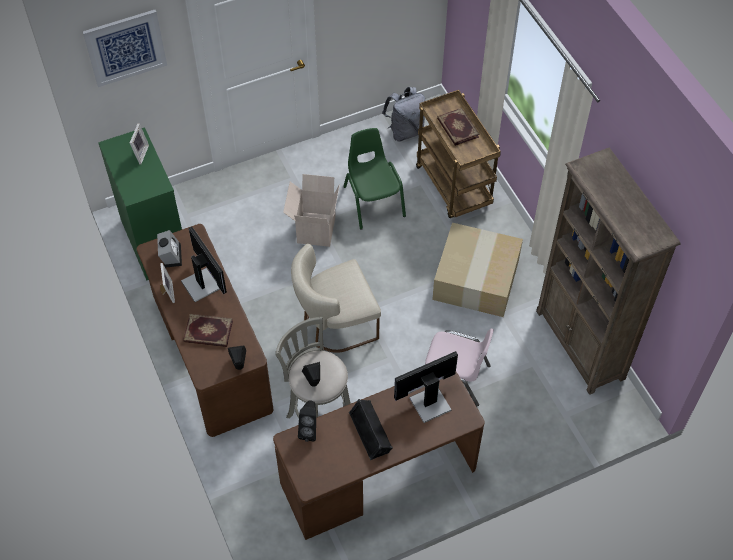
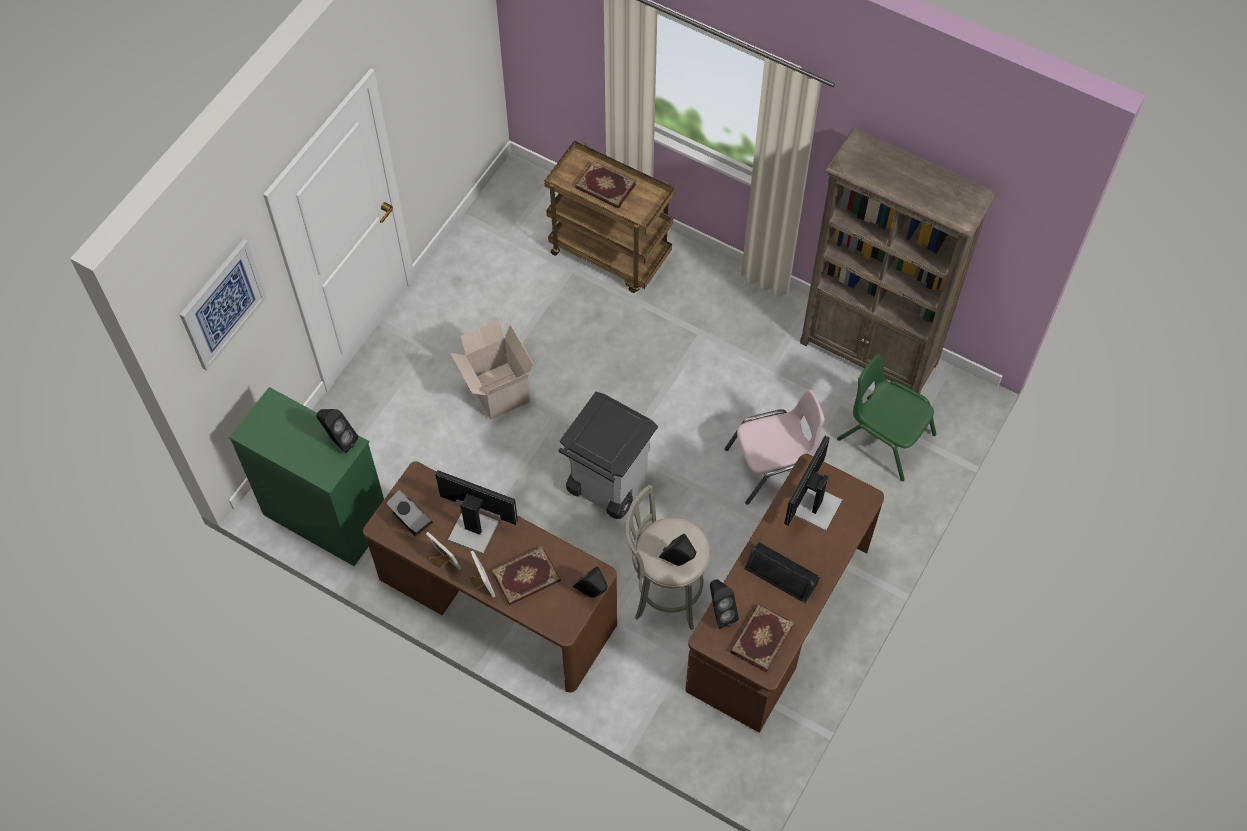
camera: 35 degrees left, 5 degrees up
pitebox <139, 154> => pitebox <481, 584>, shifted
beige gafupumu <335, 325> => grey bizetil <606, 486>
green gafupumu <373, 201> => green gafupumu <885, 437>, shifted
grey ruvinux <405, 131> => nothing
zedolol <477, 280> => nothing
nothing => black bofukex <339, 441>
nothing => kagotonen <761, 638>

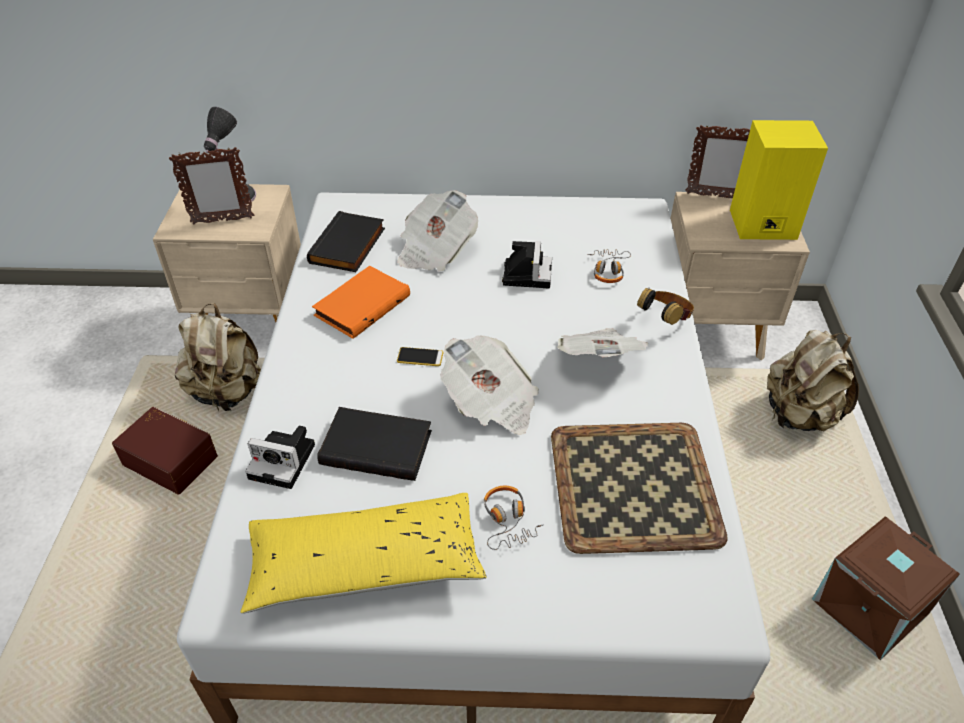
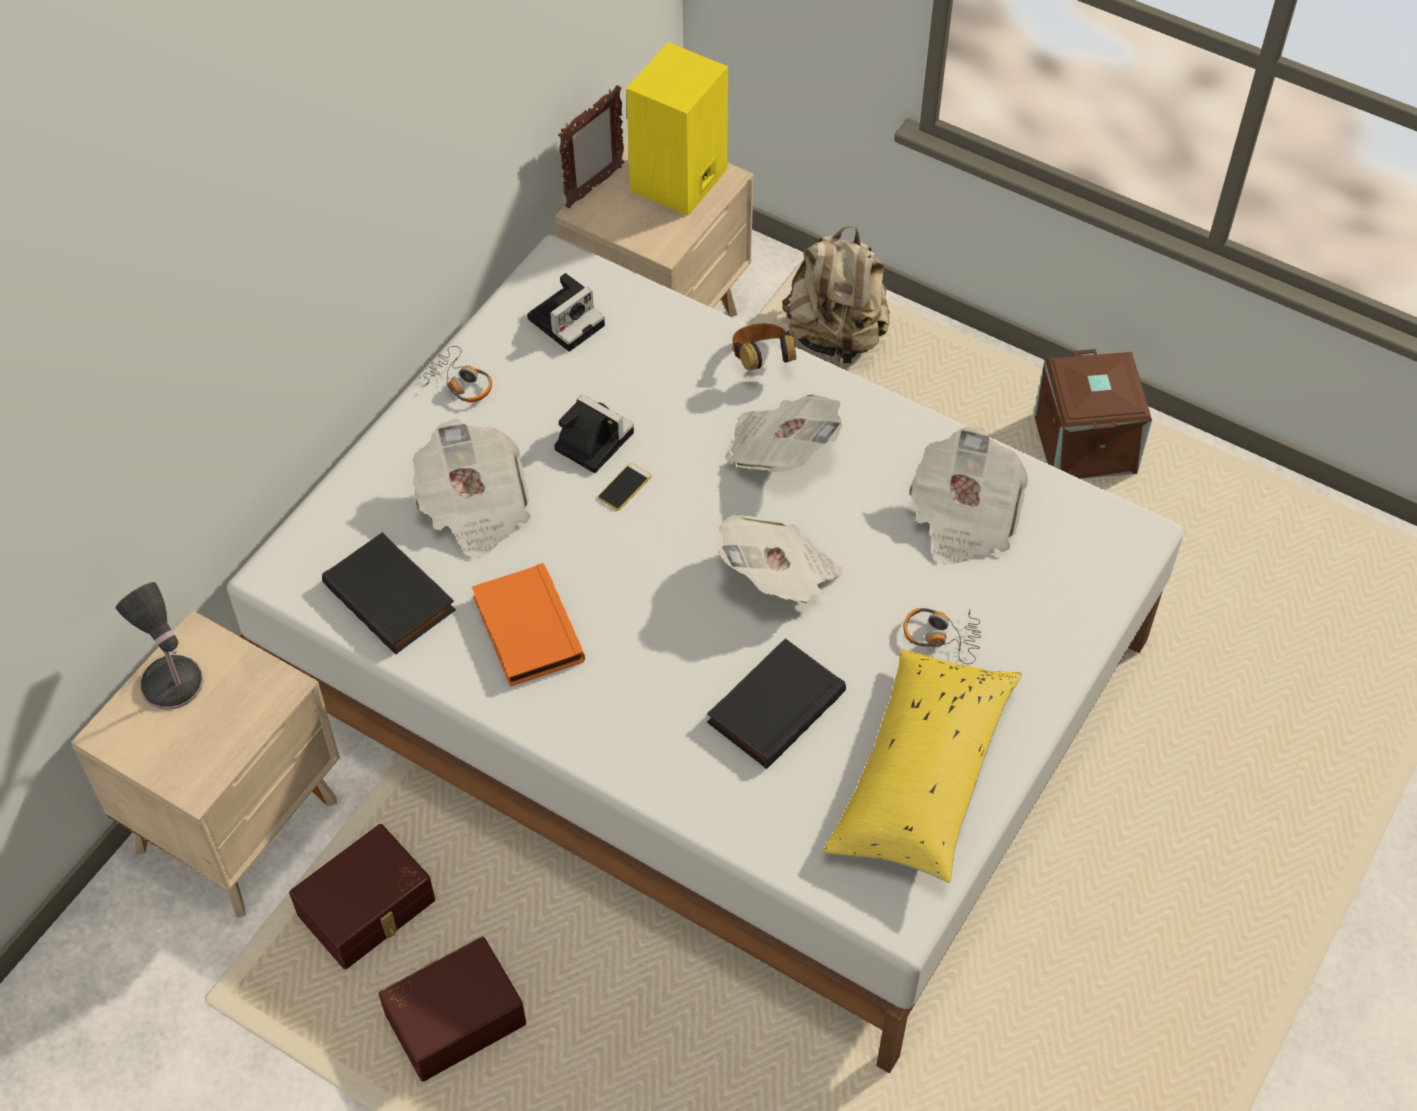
camera: 60 degrees left, 10 degrees up
pitebox <222, 220> => nothing
beige ruvinux <227, 392> => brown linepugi <369, 910>
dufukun <285, 461> => dufukun <567, 320>, shifted
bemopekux <420, 357> => bemopekux <624, 487>, shifted
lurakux <632, 487> => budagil <963, 518>
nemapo <608, 270> => nemapo <460, 383>, shifted

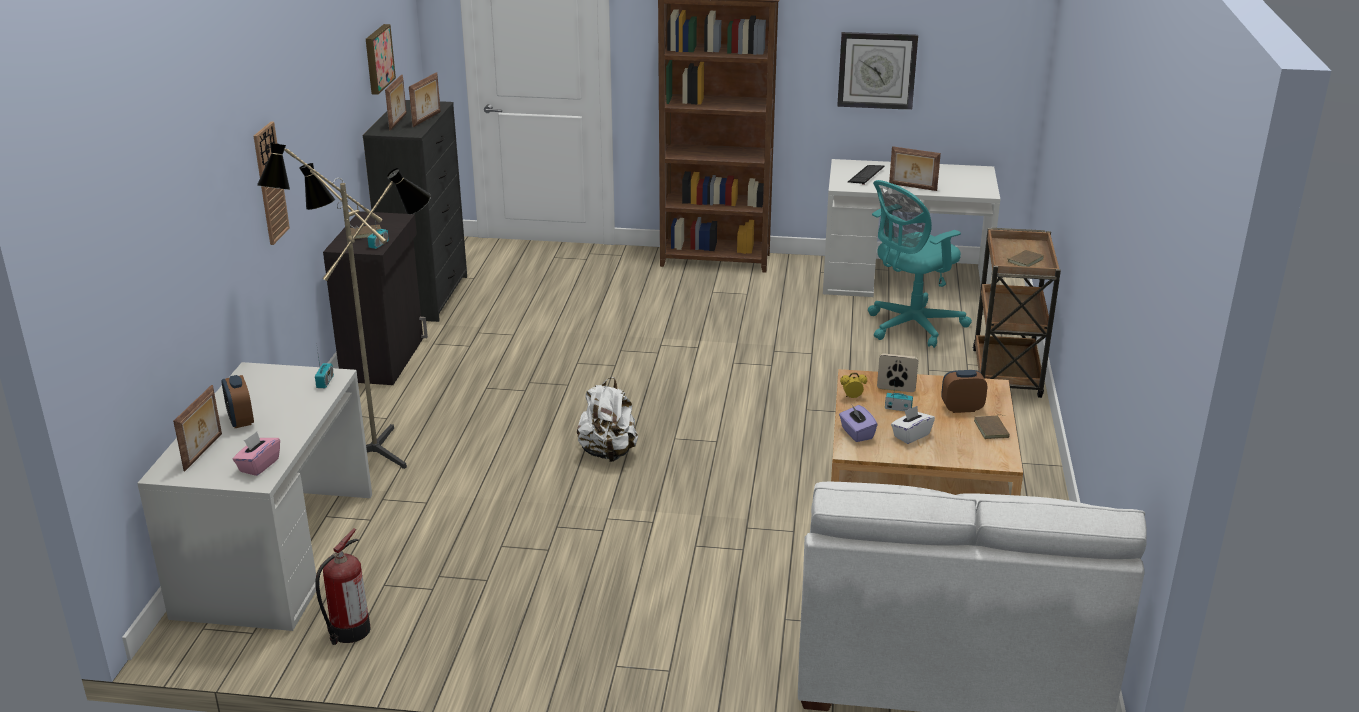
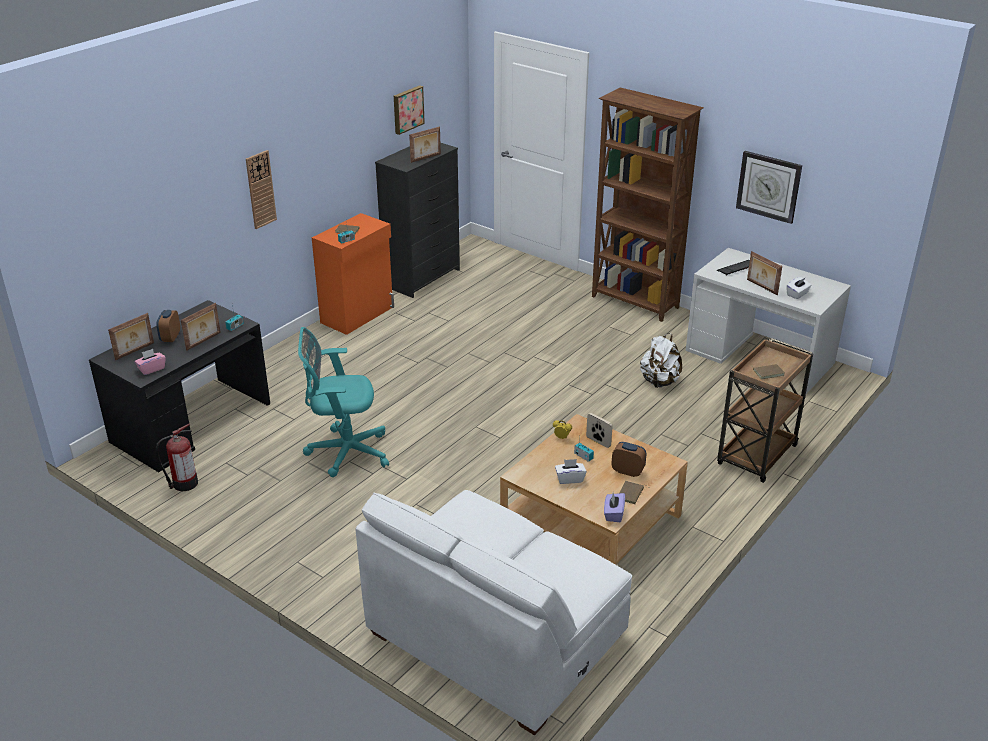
camera: 30 degrees right, 5 degrees up
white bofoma <276, 553> => black bofoma <191, 422>
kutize <373, 447> => nothing
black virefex <385, 359> => orange virefex <358, 315>
pitebox <398, 122> => pitebox <204, 341>, shifted
white ruvinux <608, 453> => white ruvinux <659, 381>, shifted
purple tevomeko <856, 433> => purple tevomeko <613, 514>, shifted
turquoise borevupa <910, 327> => turquoise borevupa <344, 452>, shifted
nothing => white tevomeko <797, 294>

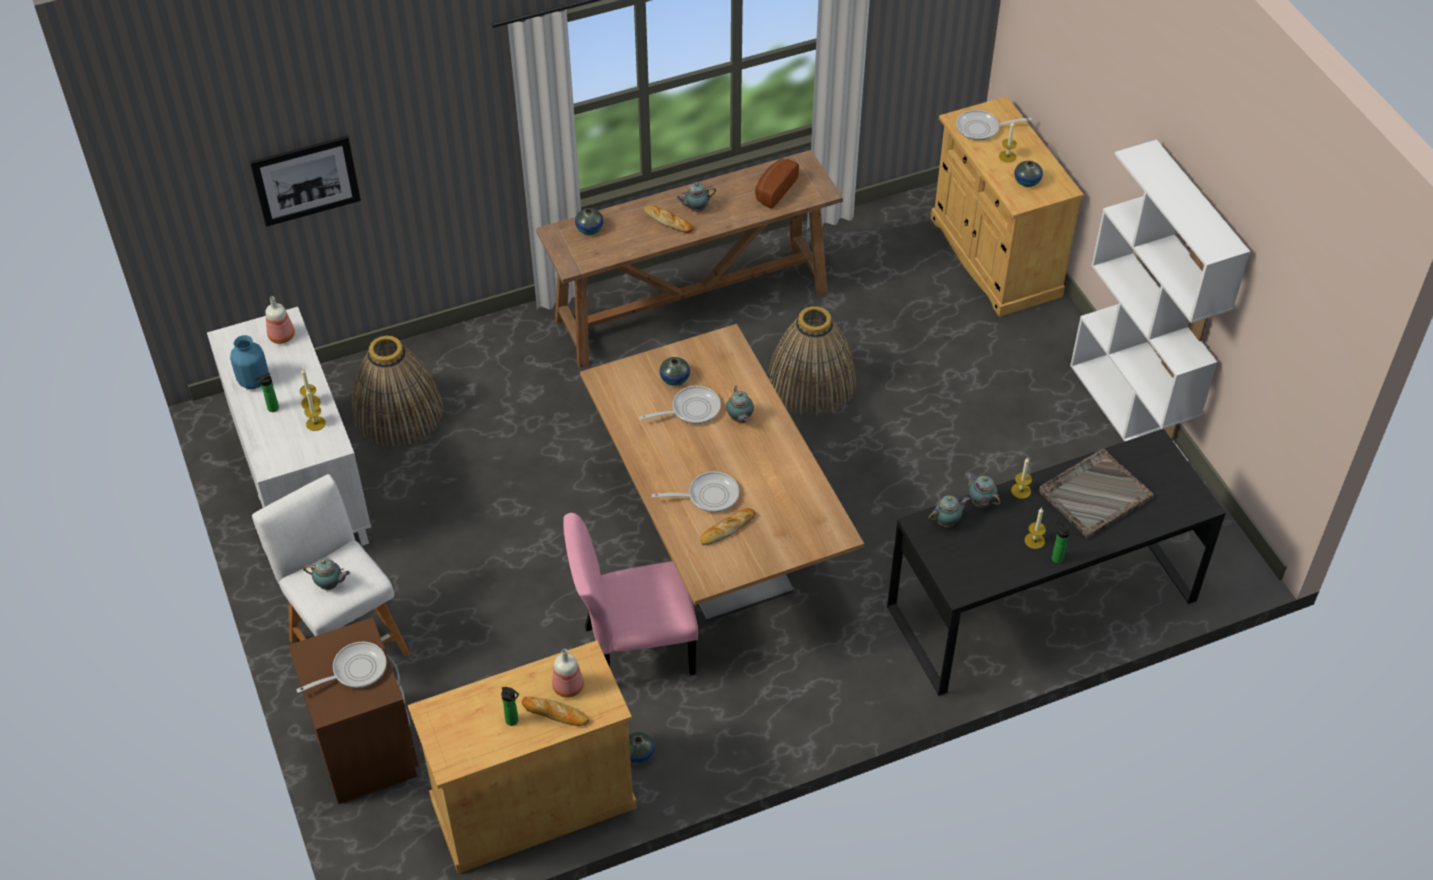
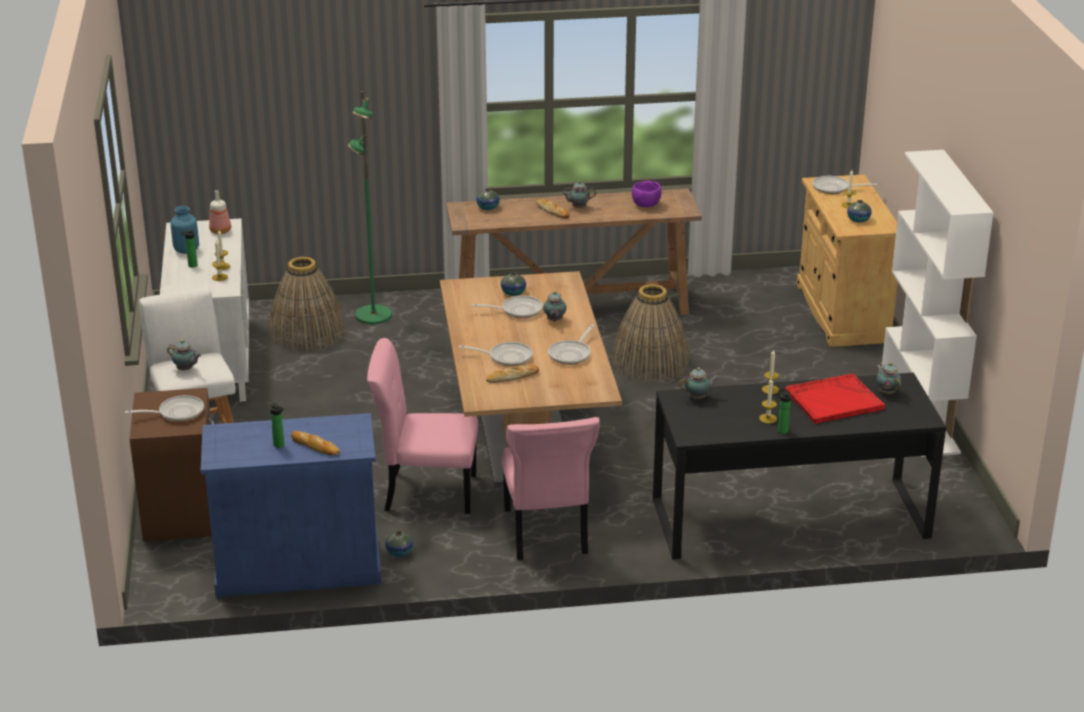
camera: 15 degrees right, 20 degrees down
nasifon <306, 180> => nothing
beige virefex <533, 803> => blue virefex <298, 566>
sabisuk <568, 686> => nothing
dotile <773, 190> => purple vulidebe <646, 205>
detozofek <980, 501> => detozofek <886, 392>, shifted
grey lurakux <1094, 495> => red lurakux <833, 400>
nothing => green kutize <372, 316>
nothing => pink gafupumu <546, 534>
nothing => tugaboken <571, 354>

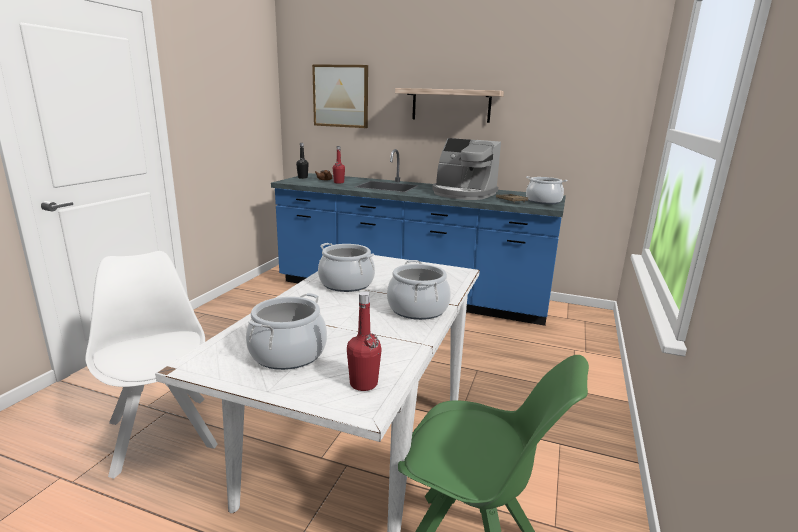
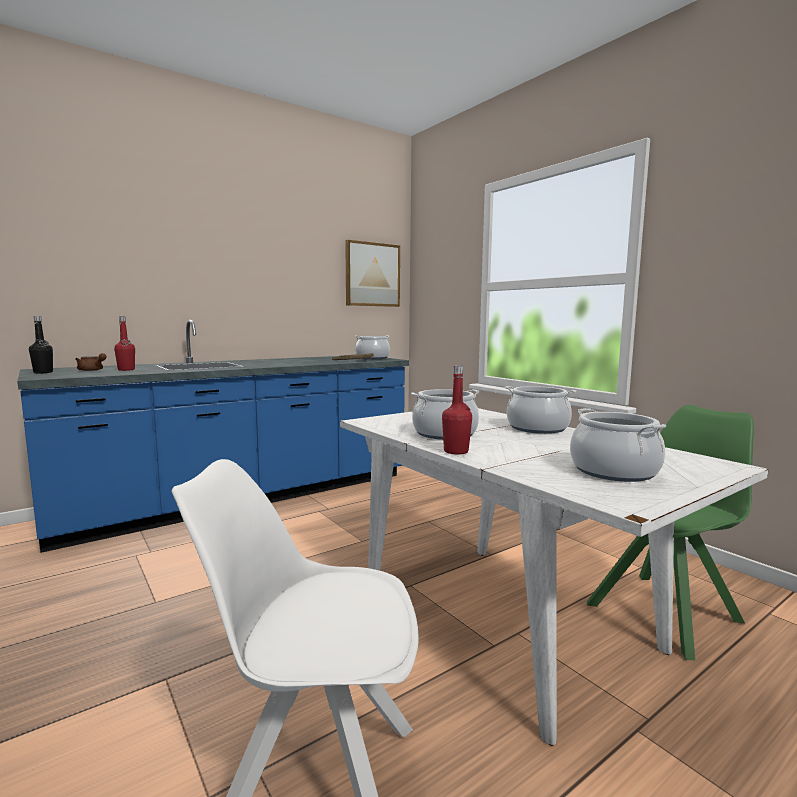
camera: 55 degrees left, 10 degrees down
nasifon <341, 96> => nasifon <372, 274>, shifted
red sabisuk <363, 384> => red sabisuk <456, 451>, shifted
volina <451, 105> => nothing
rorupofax <463, 194> => nothing

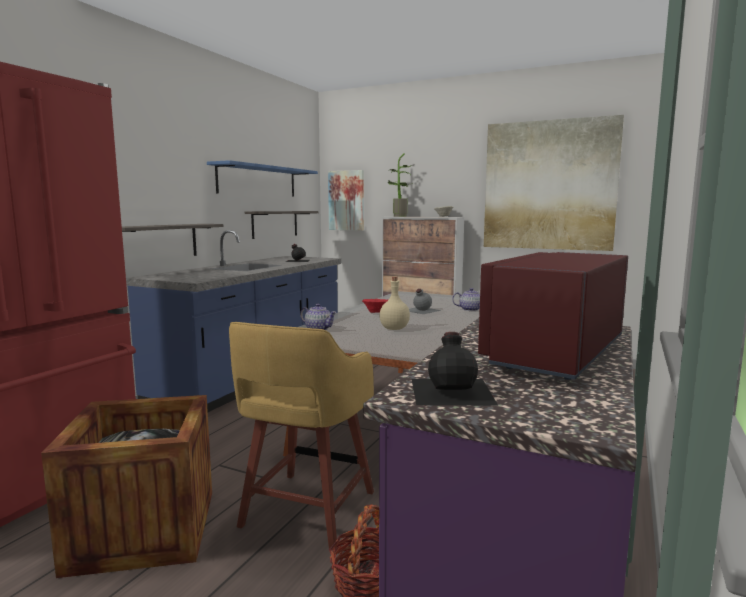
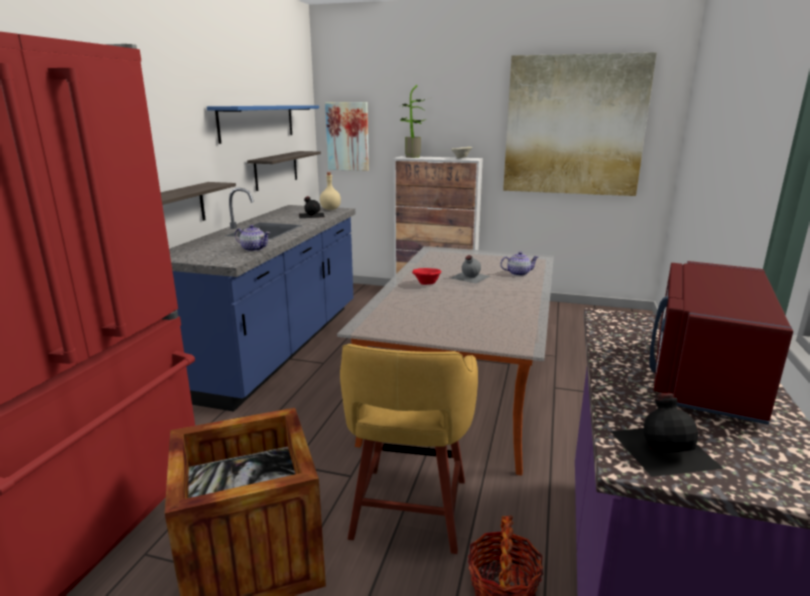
camera: 10 degrees left, 10 degrees up
detozofek <318, 329> => detozofek <253, 249>, shifted
beige sabisuk <394, 329> => beige sabisuk <330, 209>, shifted

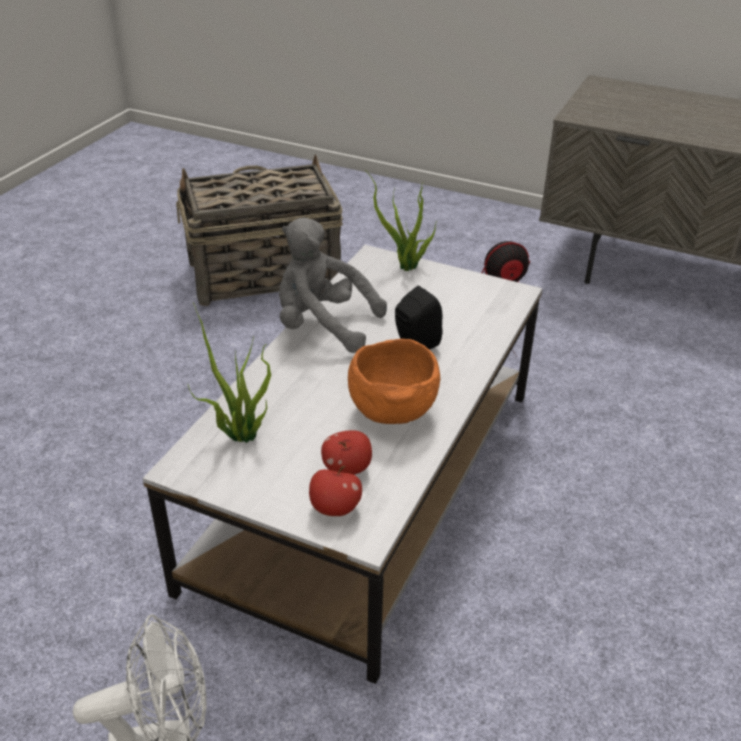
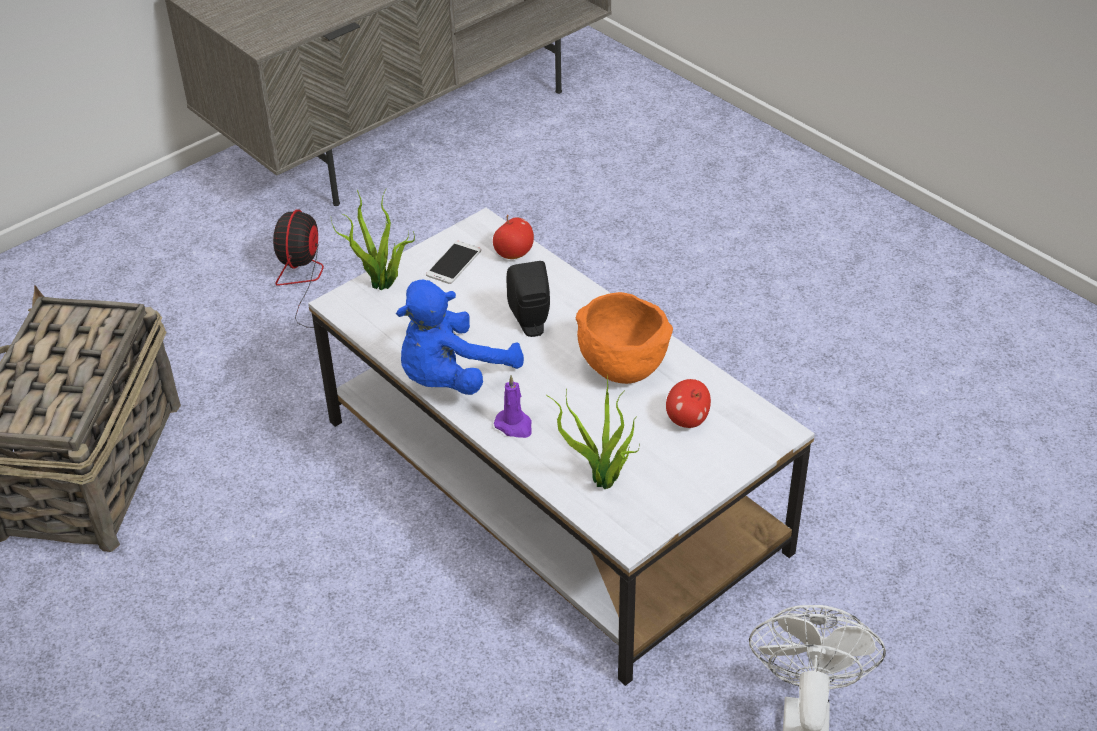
camera: 65 degrees left, 5 degrees up
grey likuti <323, 326> => blue likuti <452, 378>
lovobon <335, 508> => lovobon <514, 254>, shifted
nothing => bemopekux <454, 263>
nothing => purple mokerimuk <514, 426>

